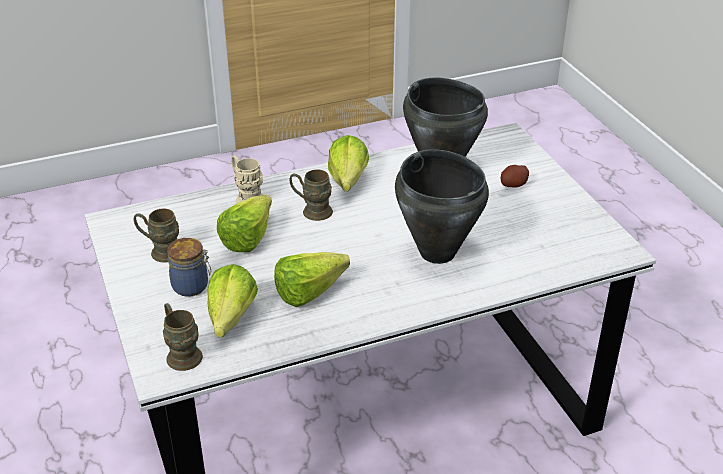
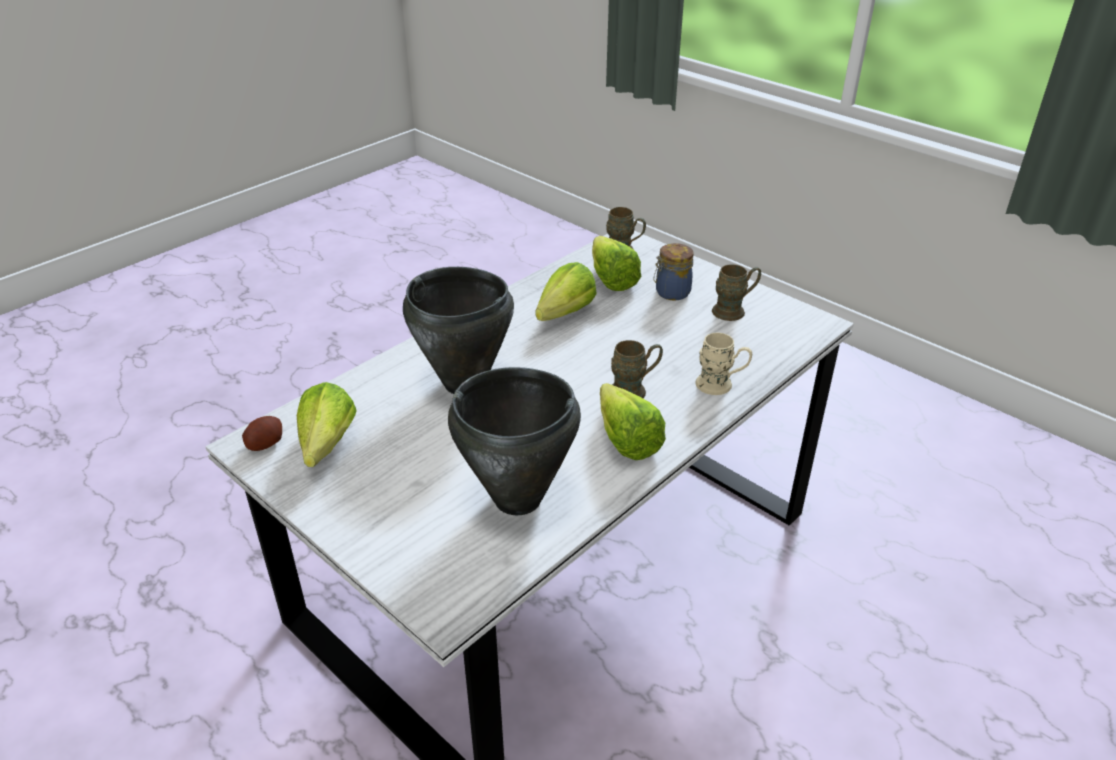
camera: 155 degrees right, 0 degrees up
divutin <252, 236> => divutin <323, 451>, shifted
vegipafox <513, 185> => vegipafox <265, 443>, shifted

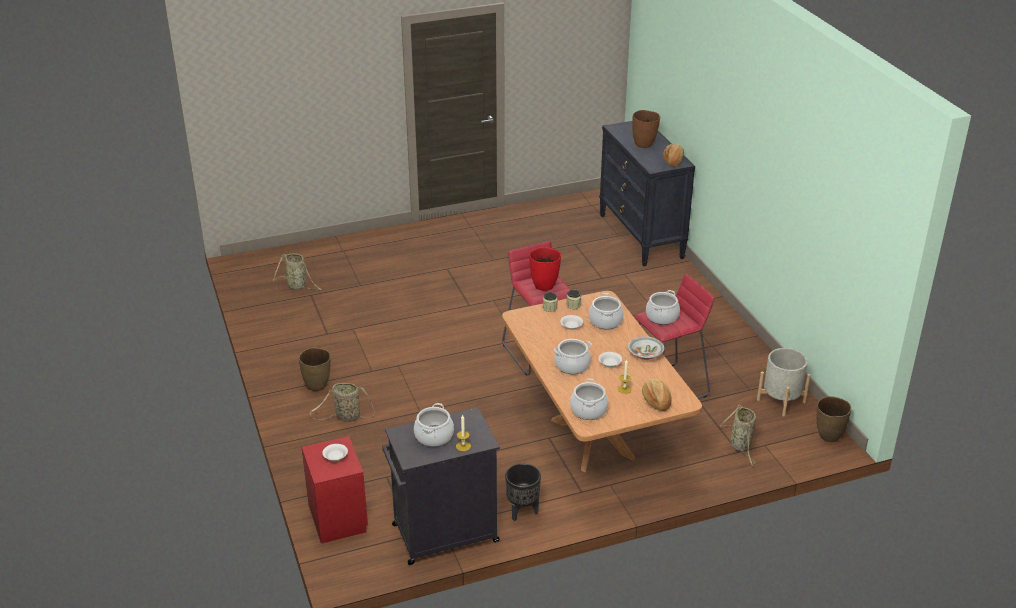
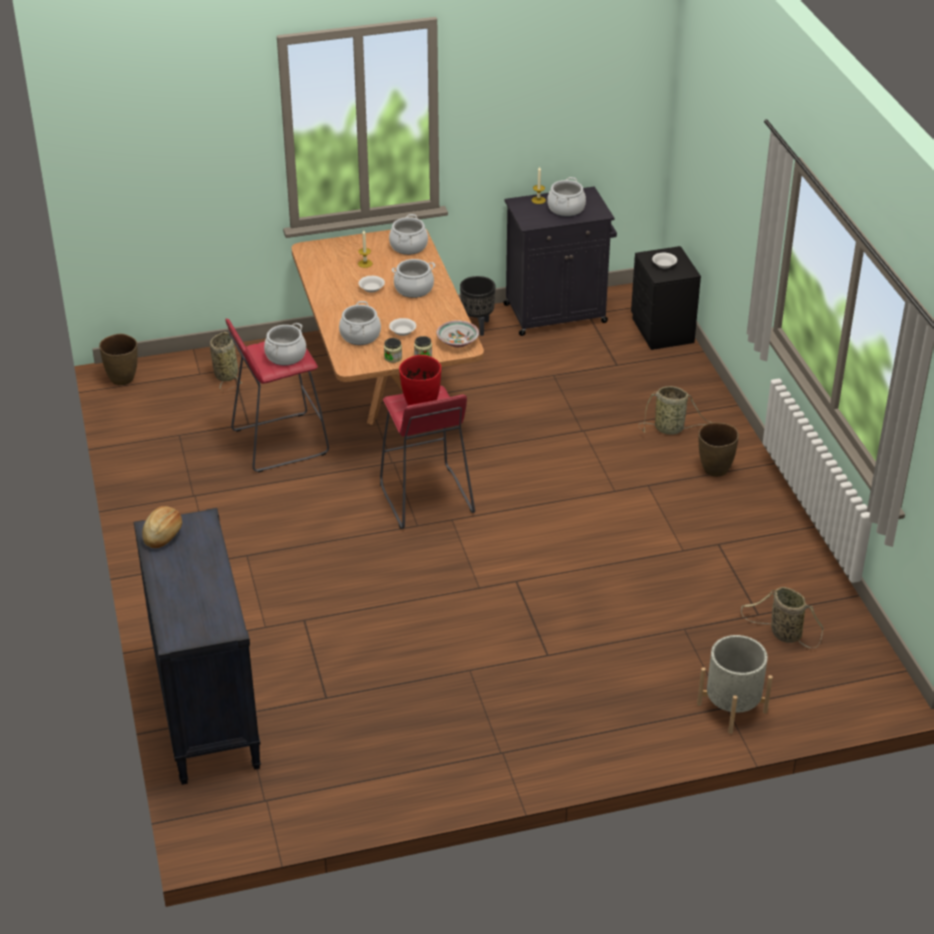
camera: 175 degrees left, 5 degrees up
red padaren <338, 517> => black padaren <661, 331>
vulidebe <645, 355> => vulidebe <457, 342>, shifted
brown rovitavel <644, 144> => nothing
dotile <656, 401> => nothing
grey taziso <781, 401> => grey taziso <732, 708>, shifted

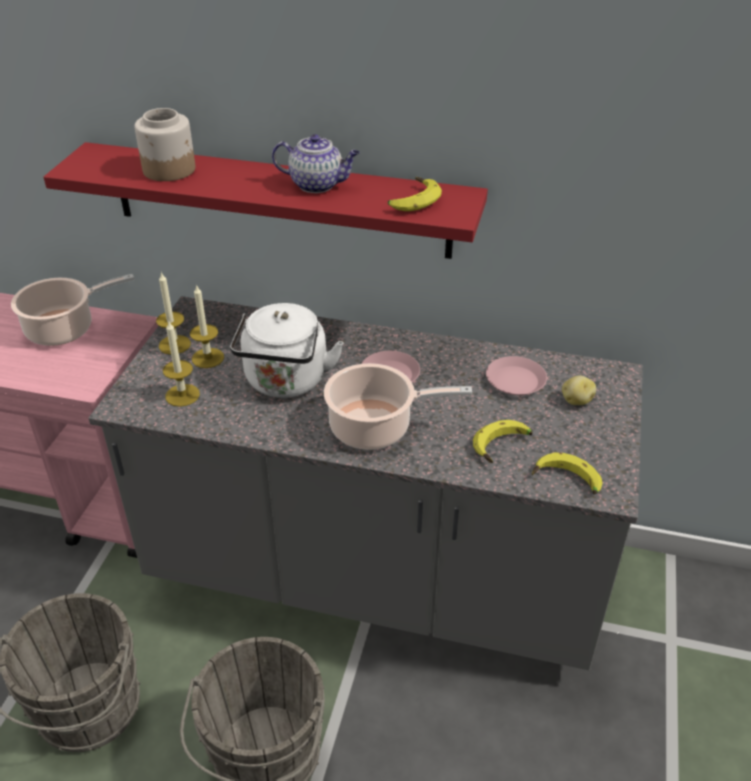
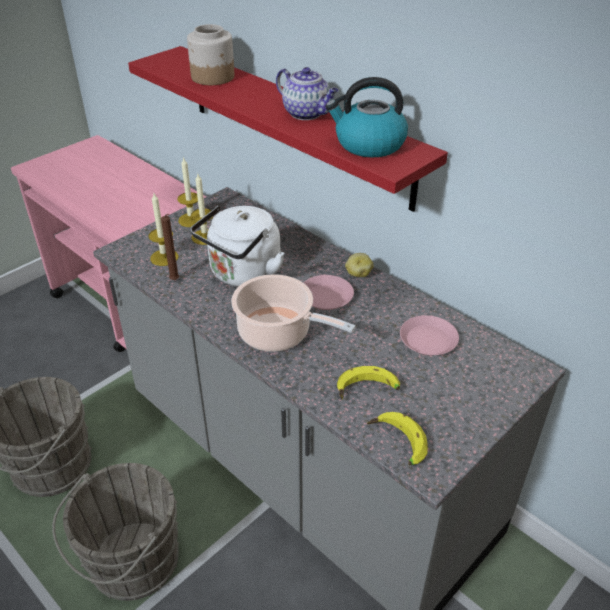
camera: 30 degrees right, 0 degrees up
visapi <65, 329> => nothing
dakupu <411, 200> => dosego <368, 144>
vegipafox <576, 401> => vegipafox <358, 274>, shifted
nothing => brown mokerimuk <175, 281>

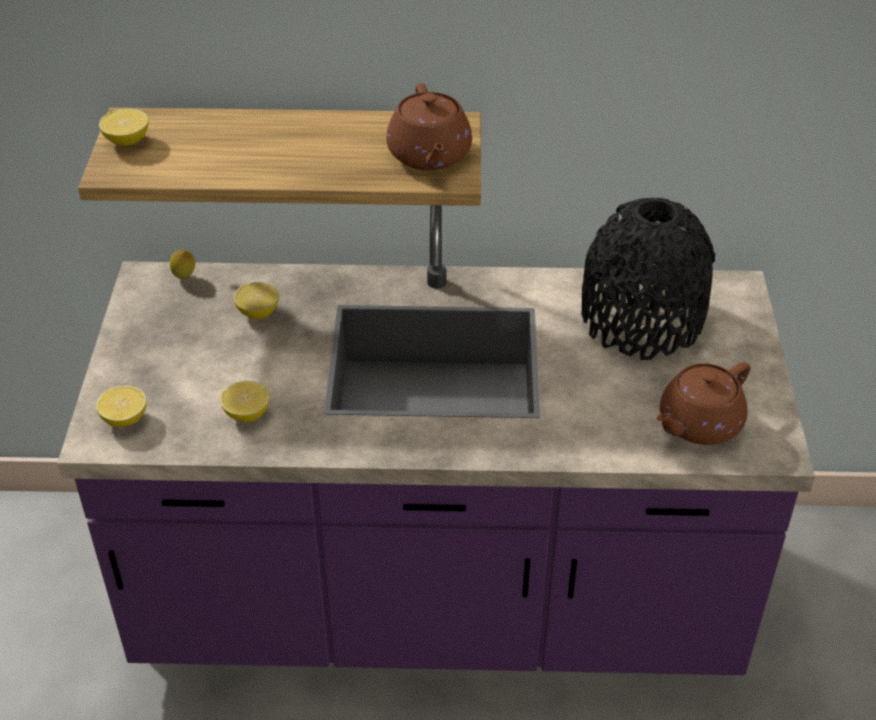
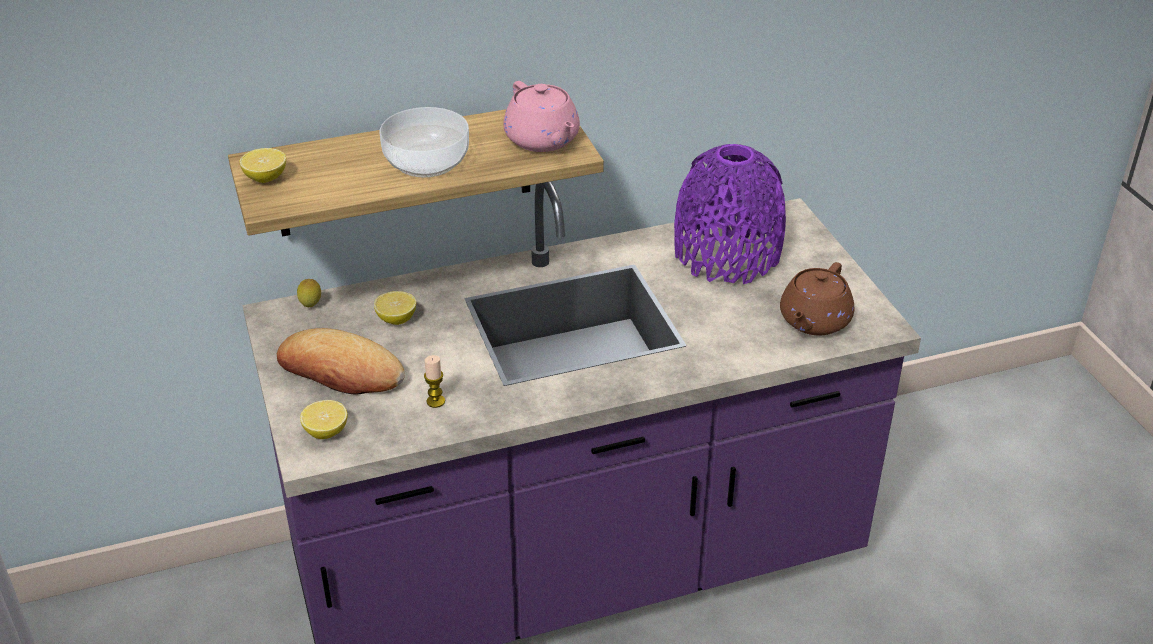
camera: 20 degrees left, 5 degrees down
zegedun <247, 414> => mokerimuk <435, 401>
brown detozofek <429, 156> => pink detozofek <543, 140>
black rovitavel <641, 320> => purple rovitavel <726, 254>
nothing => dotile <340, 371>
nothing => vulidebe <425, 161>

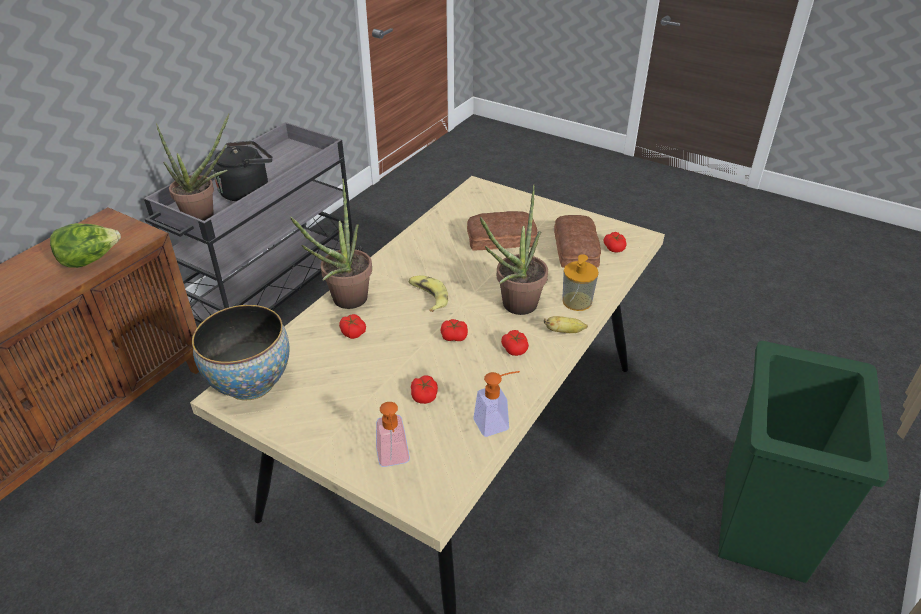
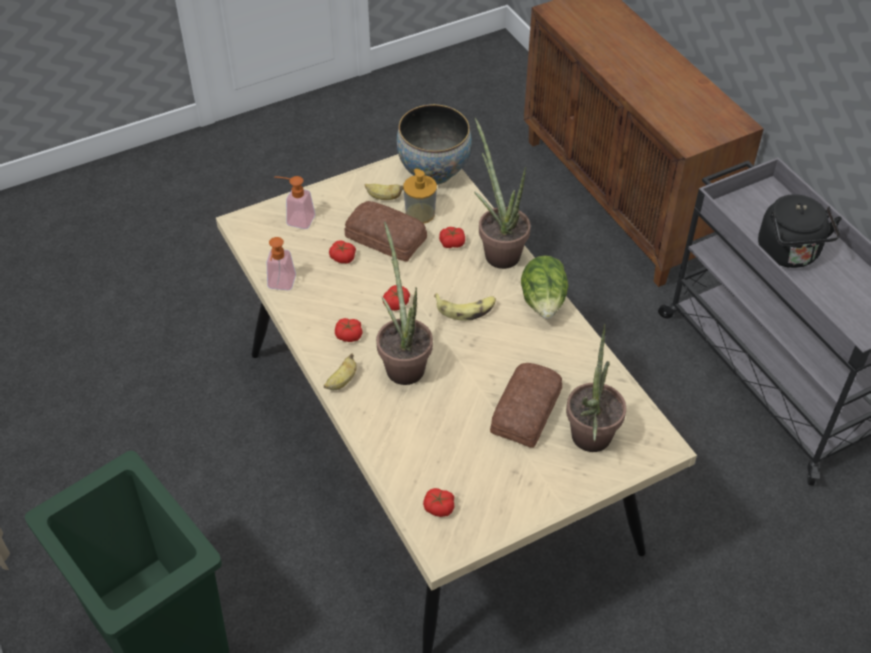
camera: 120 degrees right, 10 degrees up
divutin <90, 261> => divutin <543, 303>, shifted
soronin <206, 216> => soronin <588, 443>, shifted
dotile <576, 248> => dotile <386, 239>, shifted
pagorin <577, 301> => pagorin <420, 213>, shifted
nothing => dakupu <383, 197>

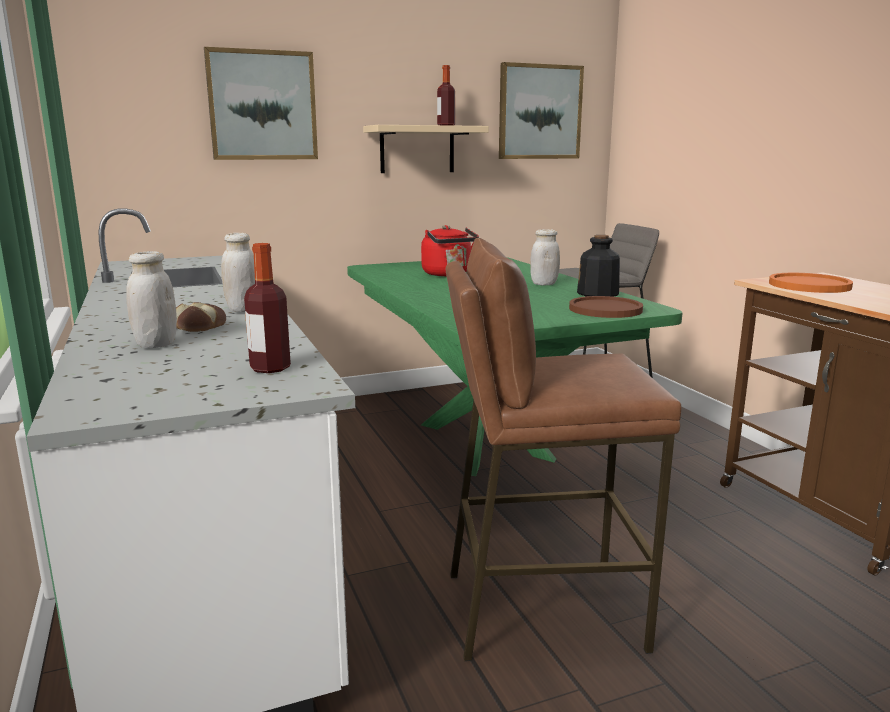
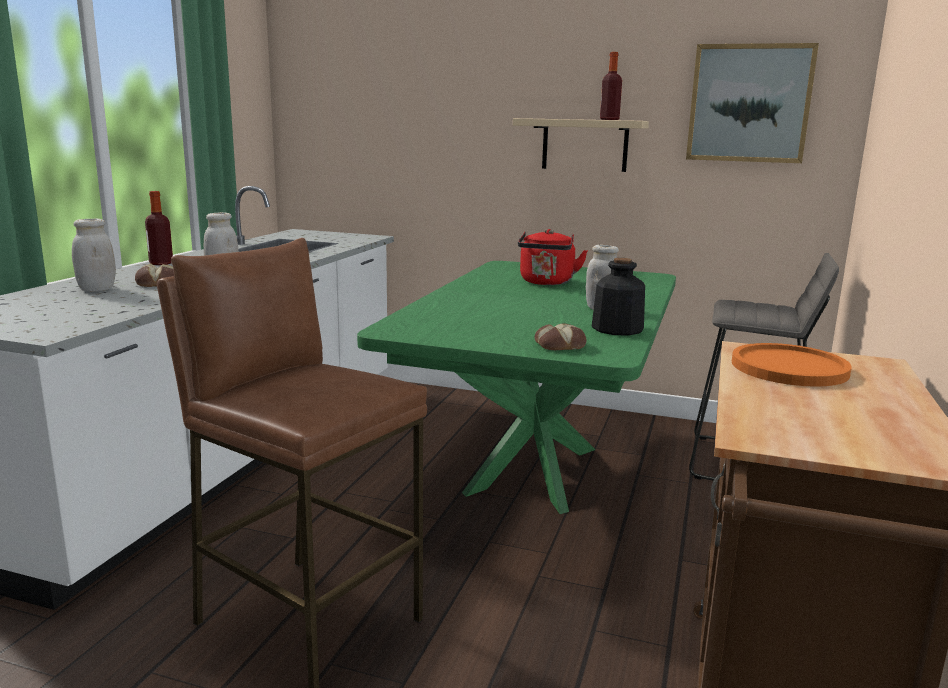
camera: 40 degrees right, 0 degrees up
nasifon <262, 106> => nothing
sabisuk <270, 368> => sabisuk <161, 263>, shifted
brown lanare <605, 309> => dotile <559, 345>

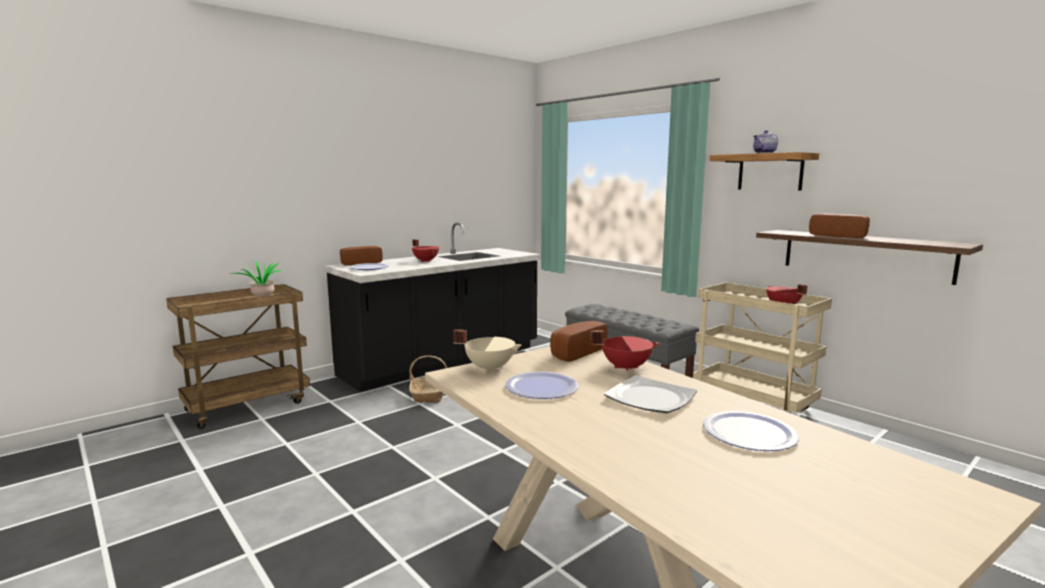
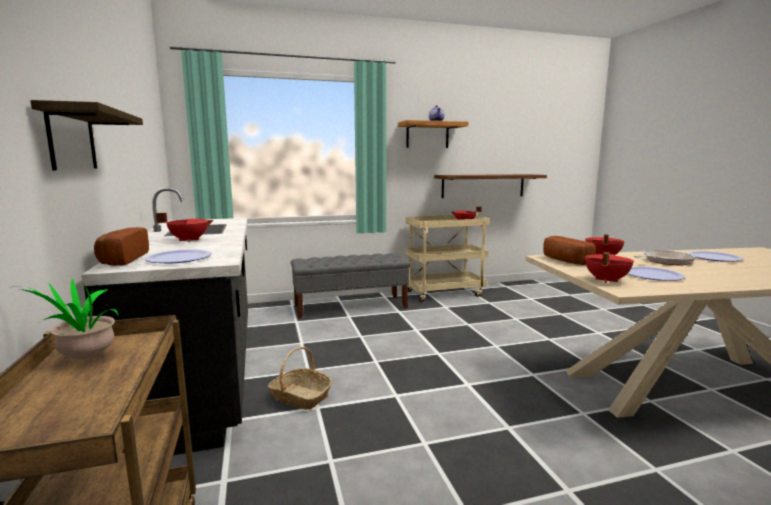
camera: 65 degrees left, 0 degrees up
beige visapi <490, 368> => red visapi <605, 280>
lanare <650, 398> => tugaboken <665, 261>
dotile <839, 236> => nothing
nothing => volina <72, 140>

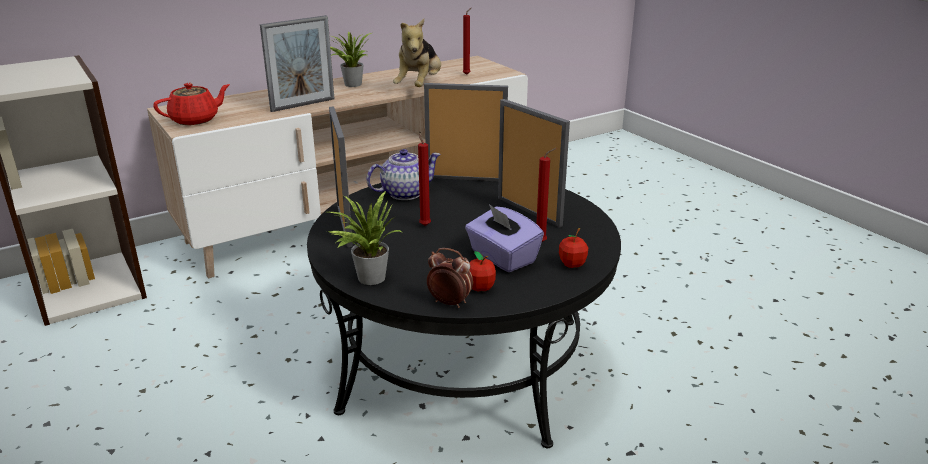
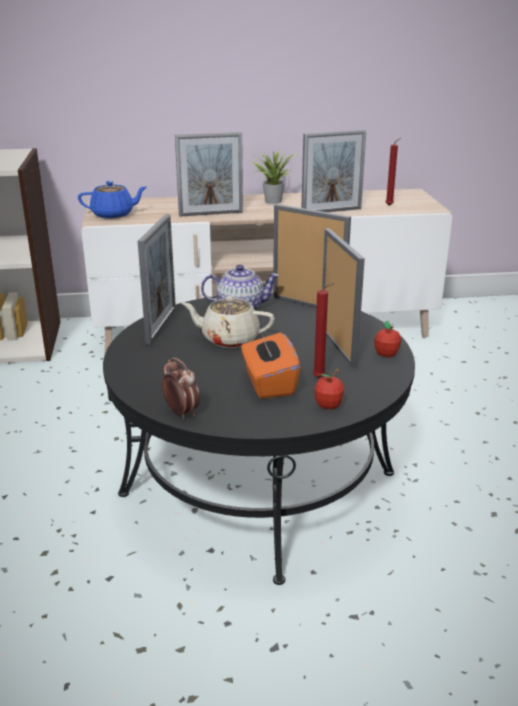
camera: 25 degrees right, 0 degrees up
red detozofek <196, 120> => blue detozofek <114, 214>
soronin <368, 277> => nothing
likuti <419, 86> => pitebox <331, 211>
red mokerimuk <424, 225> => beige detozofek <229, 339>
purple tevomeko <502, 257> => orange tevomeko <268, 383>
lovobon <480, 288> => lovobon <386, 354>, shifted

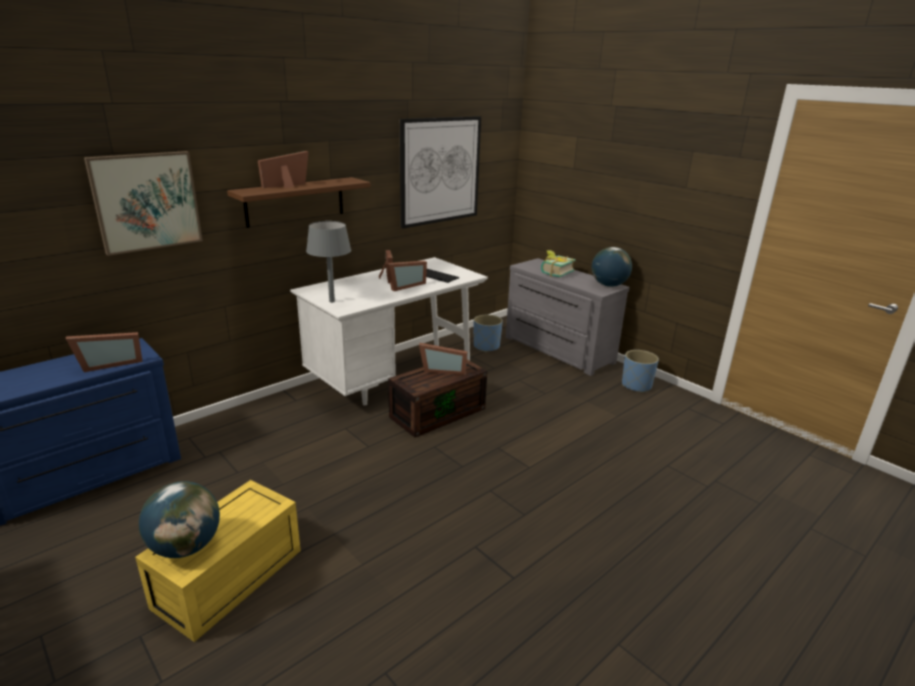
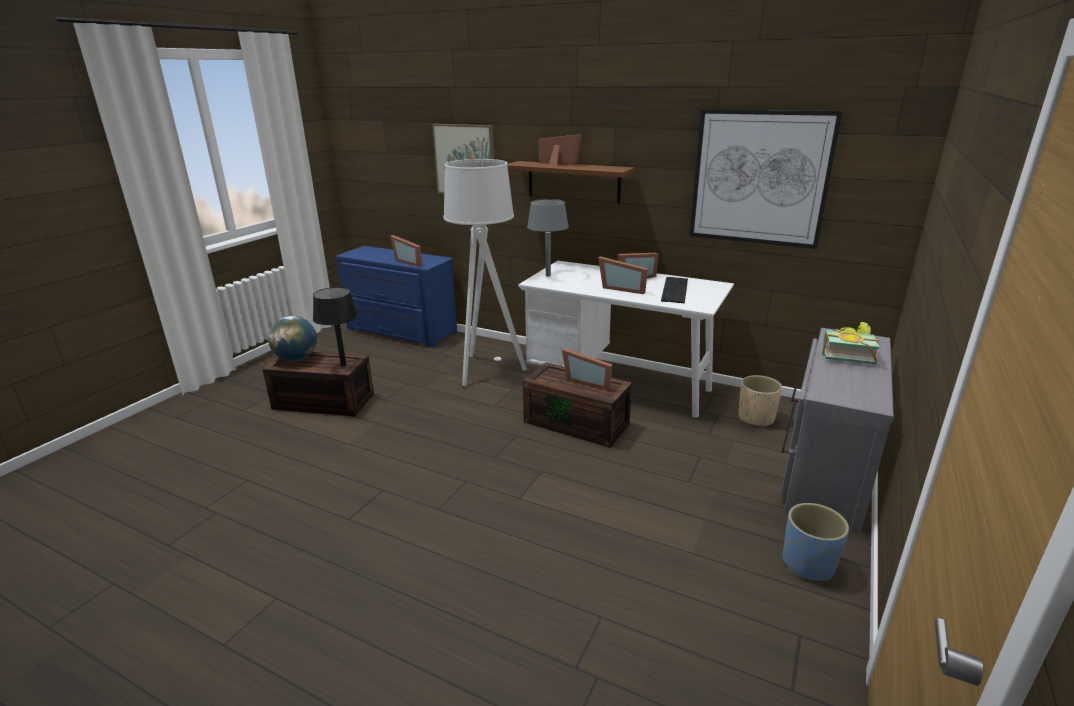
camera: 70 degrees right, 0 degrees up
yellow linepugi <229, 580> => brown linepugi <321, 402>
pitebox <443, 370> => pitebox <588, 381>, 45 degrees counterclockwise
blue taziso <486, 346> => beige taziso <756, 418>
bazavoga <609, 285> => nothing
nothing => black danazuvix <343, 365>
nothing => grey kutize <487, 370>

